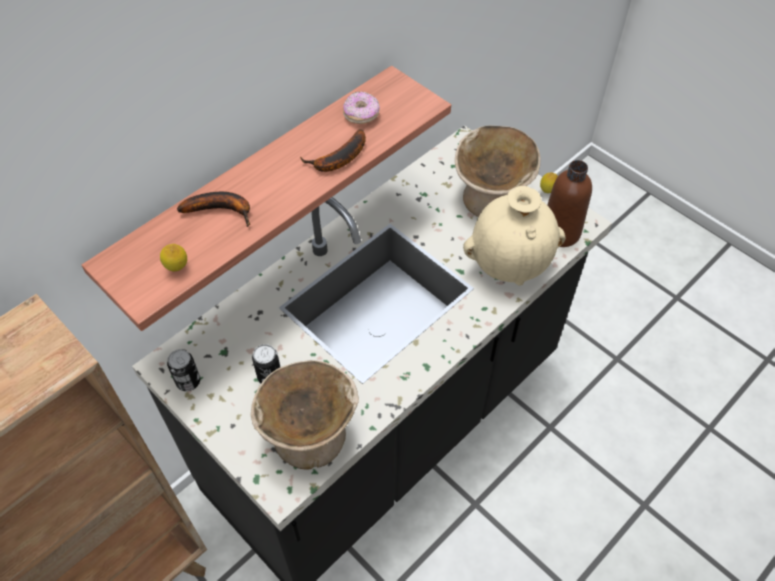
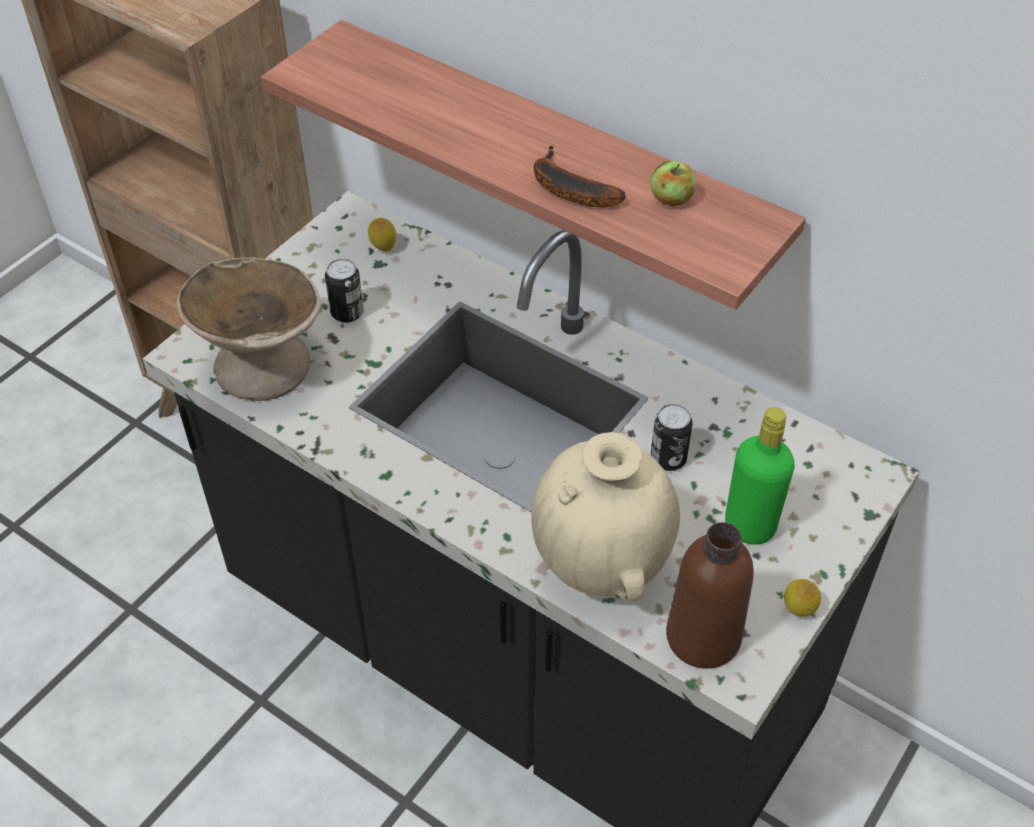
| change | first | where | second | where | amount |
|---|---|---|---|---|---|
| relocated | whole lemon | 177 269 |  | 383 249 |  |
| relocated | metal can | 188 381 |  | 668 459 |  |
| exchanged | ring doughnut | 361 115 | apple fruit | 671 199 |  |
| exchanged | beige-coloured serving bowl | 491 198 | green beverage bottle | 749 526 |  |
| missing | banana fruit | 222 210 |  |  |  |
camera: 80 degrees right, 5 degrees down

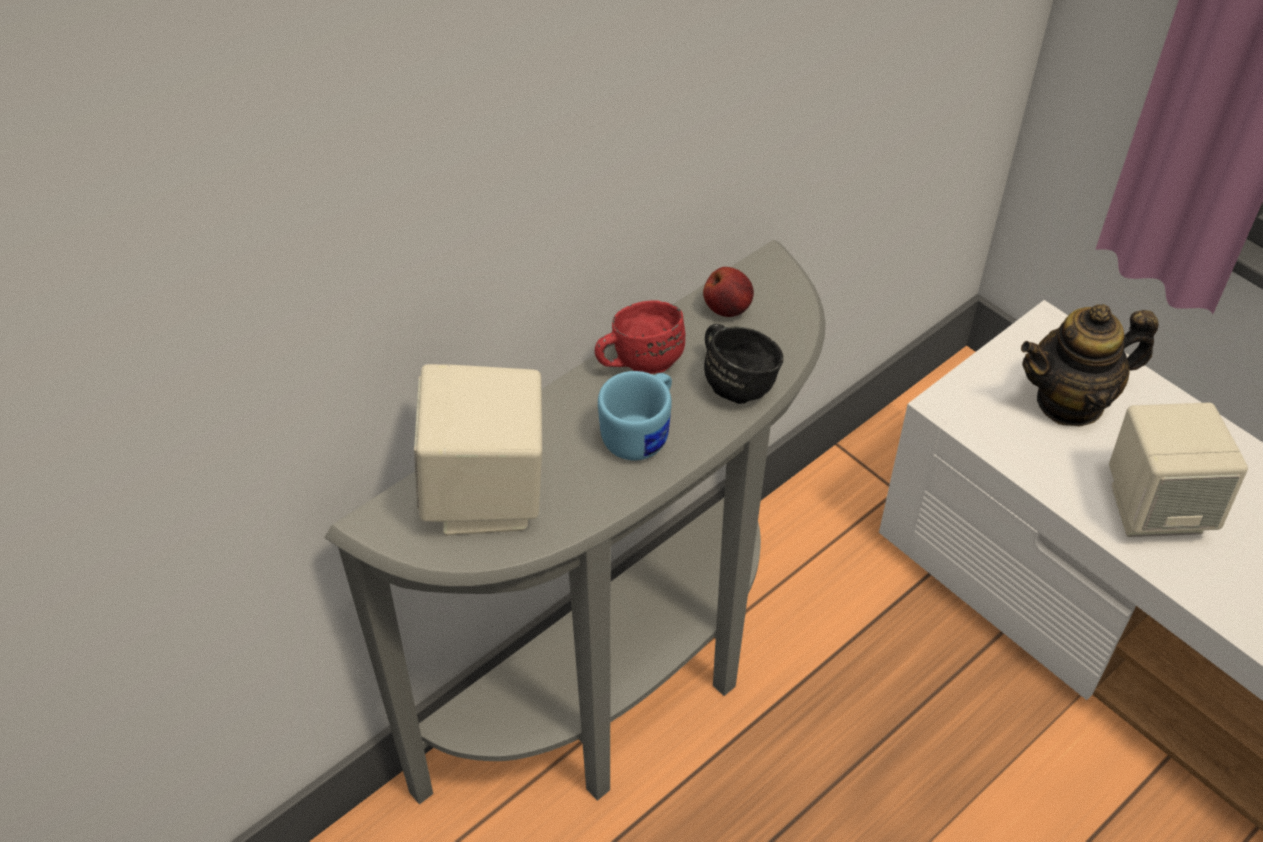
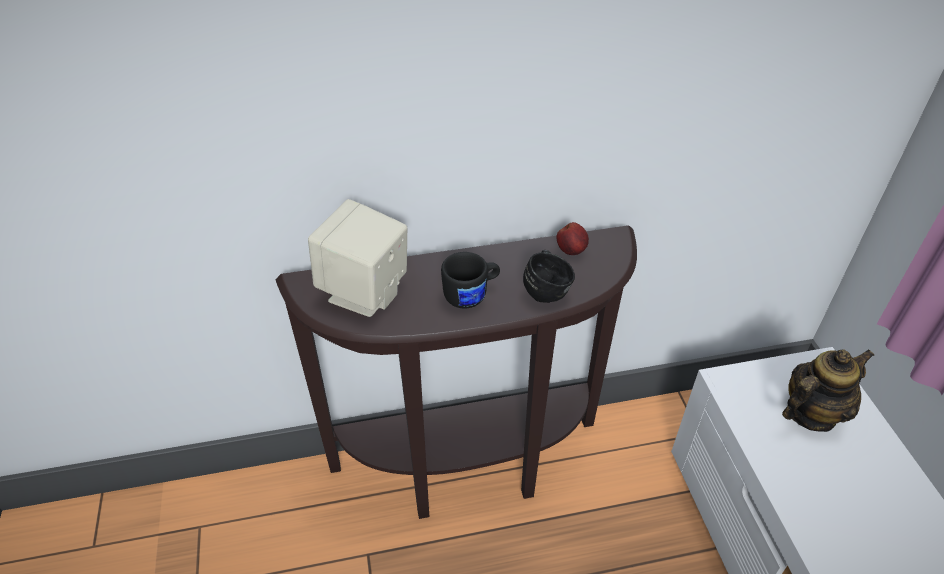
| change | first | where | second | where | amount |
|---|---|---|---|---|---|
| colour | greyish narrow table | 626 694 | brown-coloured narrow table | 471 471 |  |
| colour | blue-coloured tea mug | 642 433 | black-coloured tea mug | 472 295 |  |
| spun | pot for tea | 1070 401 |  | 811 413 | 135 degrees clockwise |
| missing | reddish tea mug | 638 360 |  |  |  |
| missing | beige-coloured audio speaker | 1155 507 |  |  |  |
camera: 30 degrees right, 5 degrees down

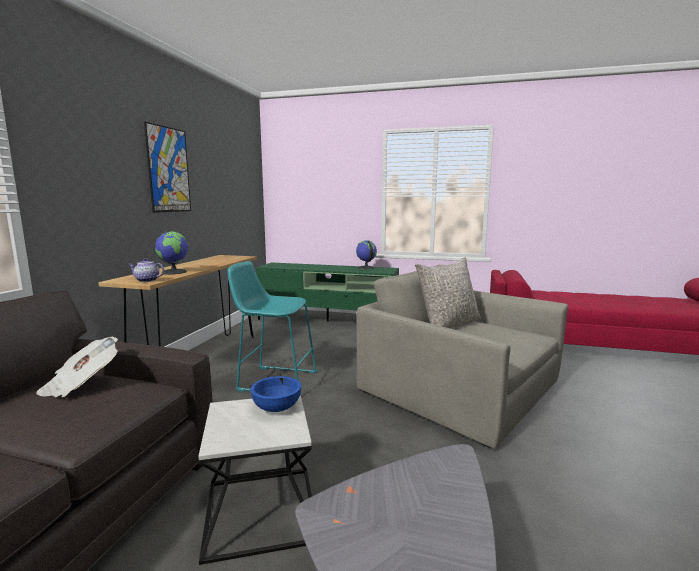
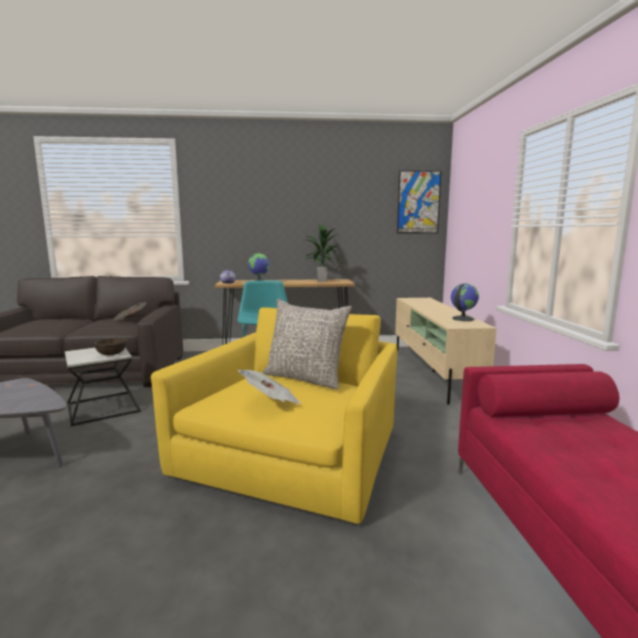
| change | first | where | second | where | amount |
|---|---|---|---|---|---|
| colour | blue-coloured serving bowl | 277 407 | brown-coloured serving bowl | 111 354 |  |
| colour | greyish easy chair | 458 389 | yellowish easy chair | 293 454 |  |
| appeared |  |  | daily paper | 271 402 |  |
| appeared |  |  | houseplant | 321 281 |  |
| colour | green media console | 328 321 | beige-coloured media console | 433 372 |  |
| relocated | wall picture | 168 170 |  | 418 202 |  |
camera: 70 degrees right, 0 degrees up

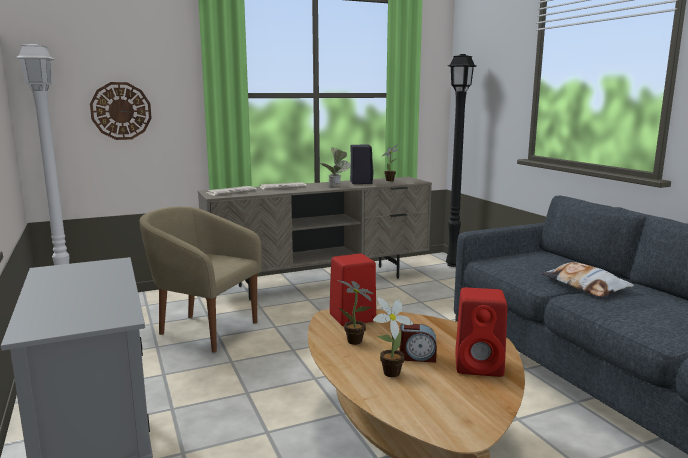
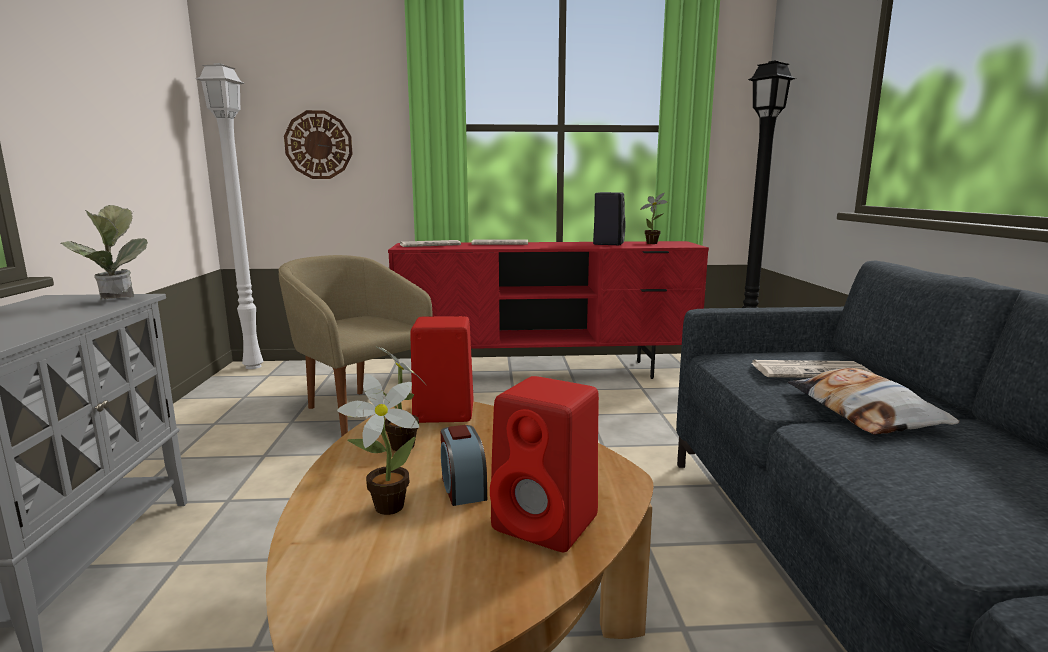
| change | first | where | second | where | amount |
|---|---|---|---|---|---|
| relocated | houseplant | 336 186 |  | 115 301 |  |
| colour | beige-coloured media console | 321 282 | reddish media console | 548 372 |  |
| spun | bedside clock | 417 357 |  | 462 487 | 45 degrees clockwise |
| appeared |  |  | daily paper | 810 371 |  |
camera: 20 degrees right, 0 degrees up

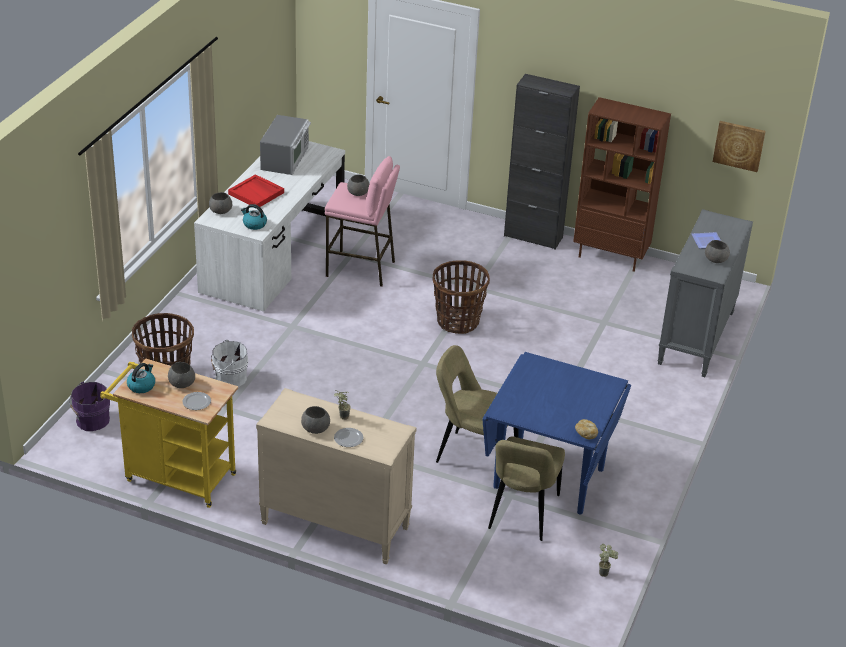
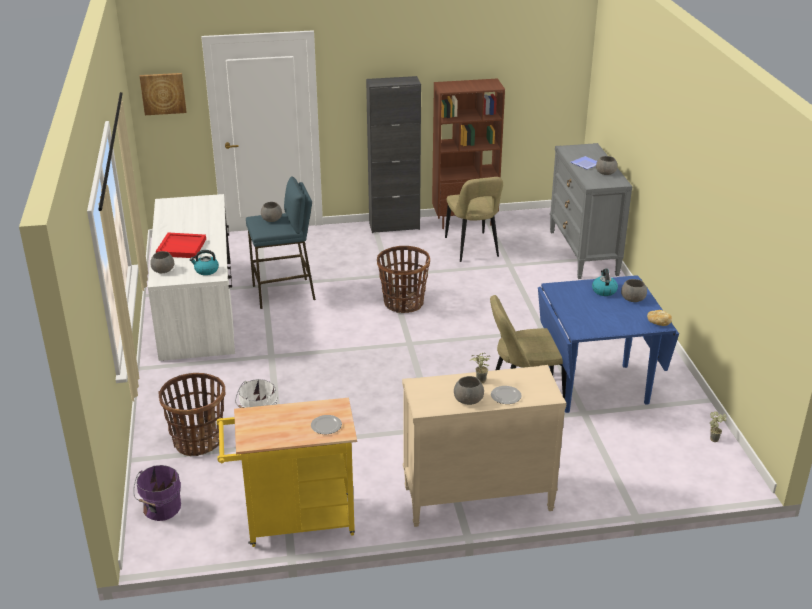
| change | first | where | second | where | amount |
|---|---|---|---|---|---|
| relocated | wall picture | 739 145 |  | 163 93 |  |
| colour | pink stool seat | 361 269 | blue-coloured stool seat | 284 293 |  |
| relocated | beige-coloured plain chair | 522 514 |  | 472 249 |  |
| relocated | water kettle | 141 386 |  | 604 290 |  |
| relocated | greyish serving bowl | 181 383 |  | 632 298 |  |
| missing | microwave oven | 286 158 |  |  |  |
camera: 30 degrees left, 5 degrees down

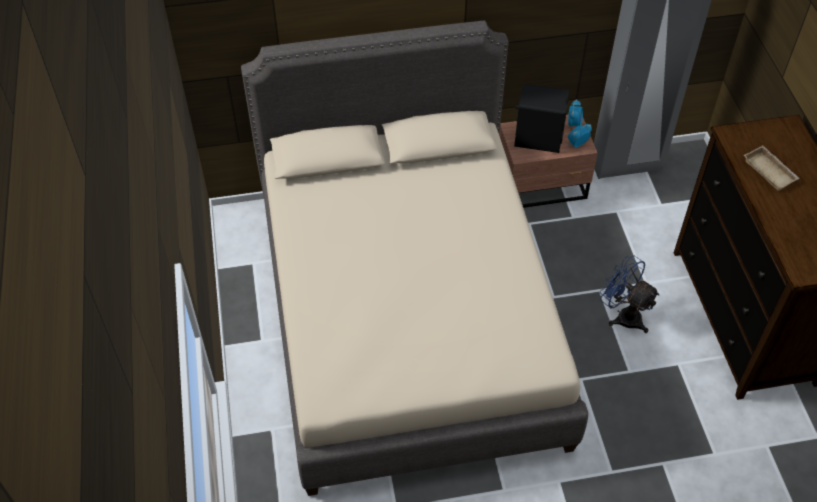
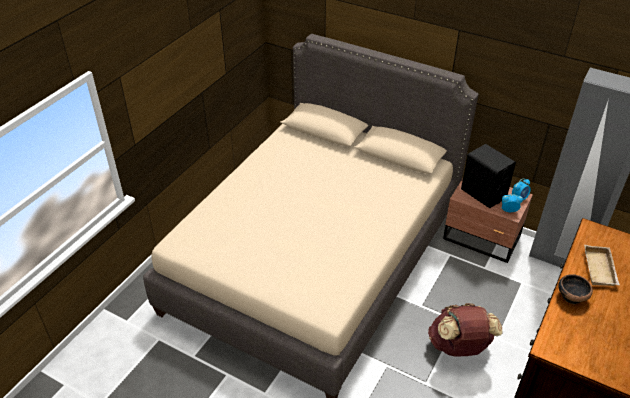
| change | first | where | second | where | amount |
|---|---|---|---|---|---|
| exchanged | blue-coloured fan | 623 315 | brown-coloured rucksack | 459 347 |  |
| appeared |  |  | serving bowl | 572 296 |  |
camera: 40 degrees right, 10 degrees down

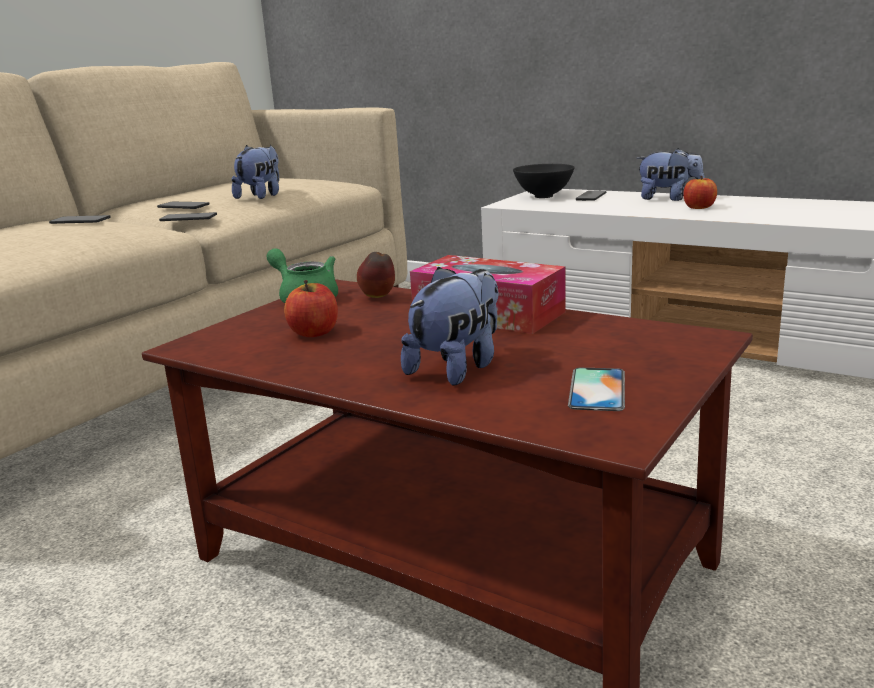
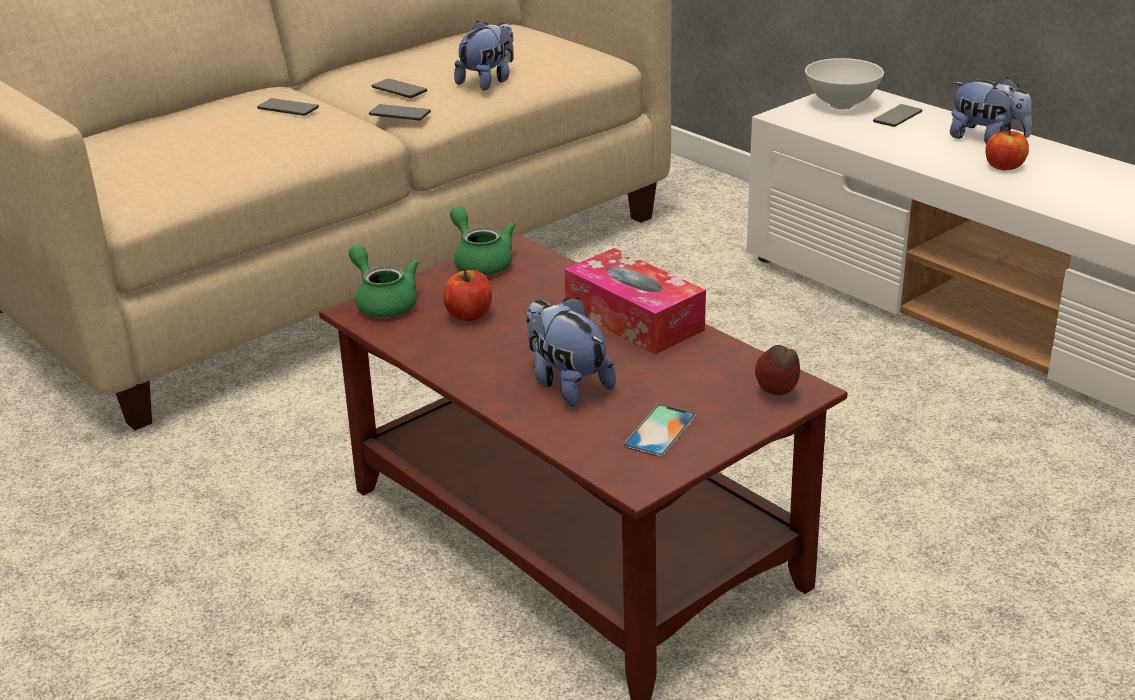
| change | first | where | second | where | amount |
|---|---|---|---|---|---|
| appeared |  |  | green pot for tea | 383 302 |  |
| spun | soft toy | 458 368 |  | 566 384 | 90 degrees counterclockwise |
| relocated | apple fruit | 378 298 |  | 777 394 |  |
| colour | black-coloured serving bowl | 544 196 | whitish serving bowl | 841 105 |  |
camera: 15 degrees right, 10 degrees up

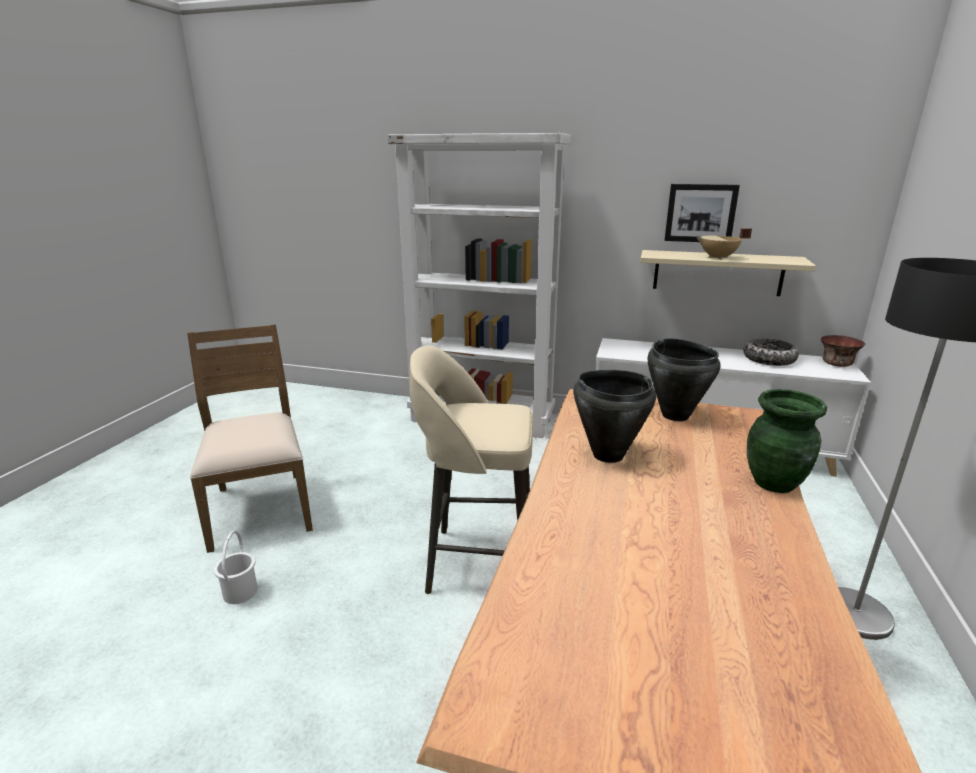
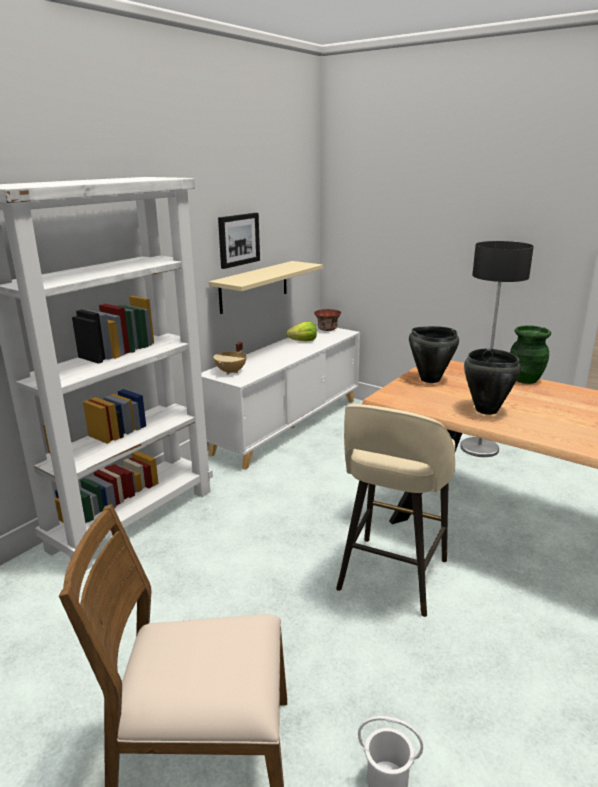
| change | first | where | second | where | amount |
|---|---|---|---|---|---|
| relocated | beige-coloured stockpot | 718 258 |  | 231 372 |  |
| exchanged | serving bowl | 768 359 | lettuce head | 303 341 |  |
camera: 70 degrees left, 0 degrees up

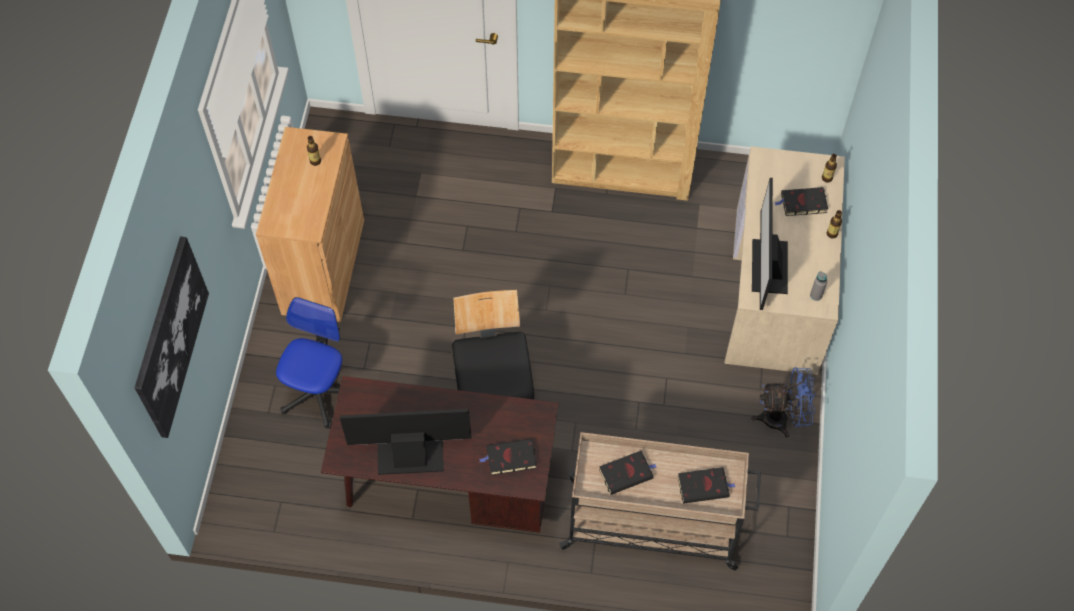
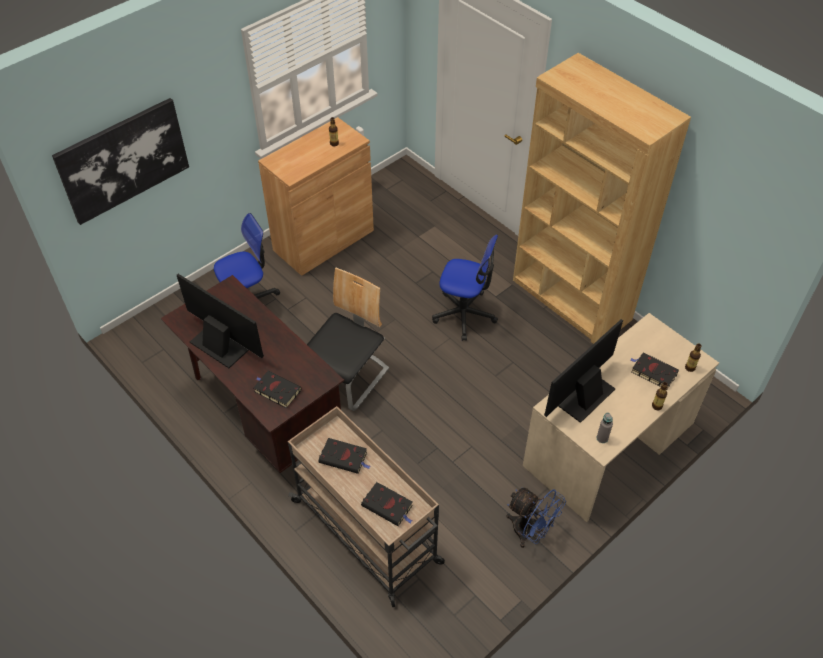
| change | first | where | second | where | amount |
|---|---|---|---|---|---|
| appeared |  |  | desk chair | 464 314 |  |
camera: 40 degrees right, 10 degrees down

